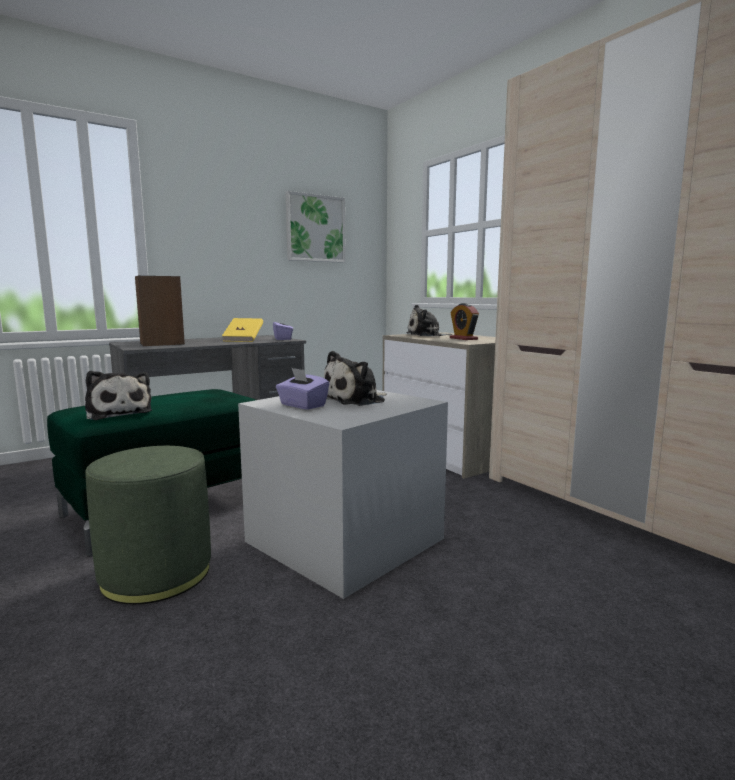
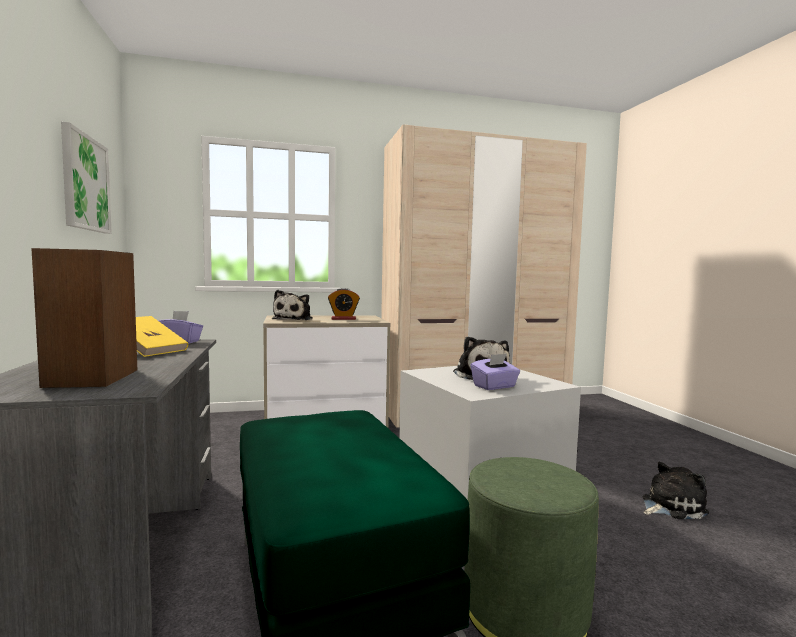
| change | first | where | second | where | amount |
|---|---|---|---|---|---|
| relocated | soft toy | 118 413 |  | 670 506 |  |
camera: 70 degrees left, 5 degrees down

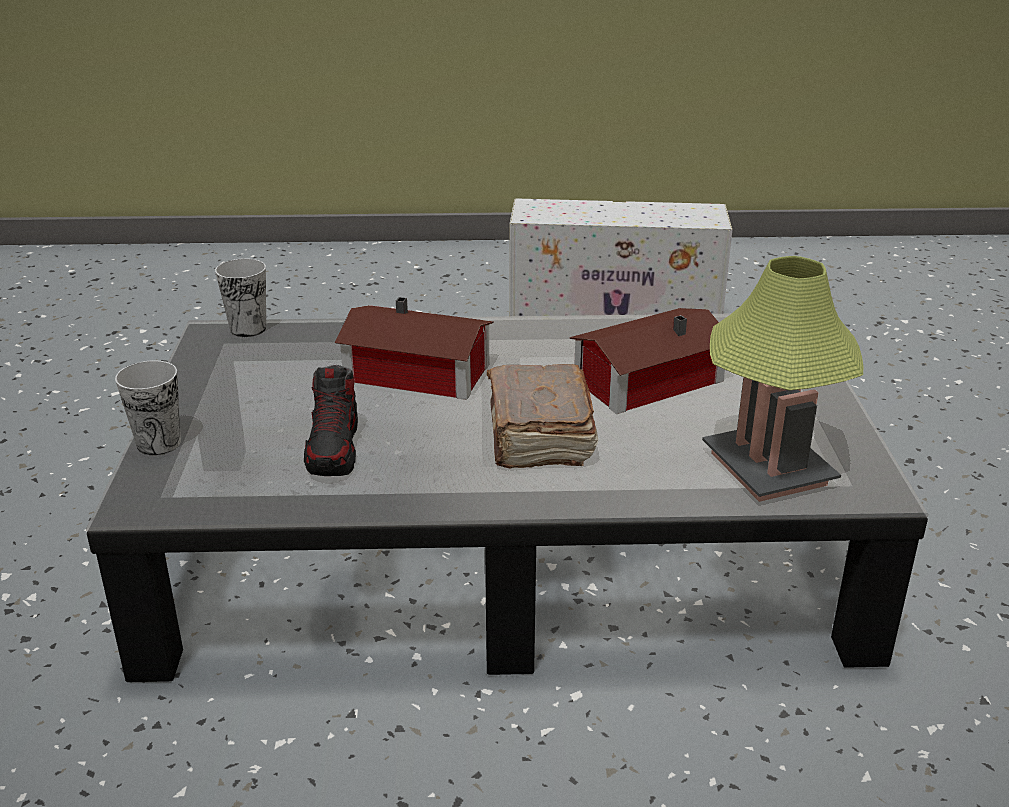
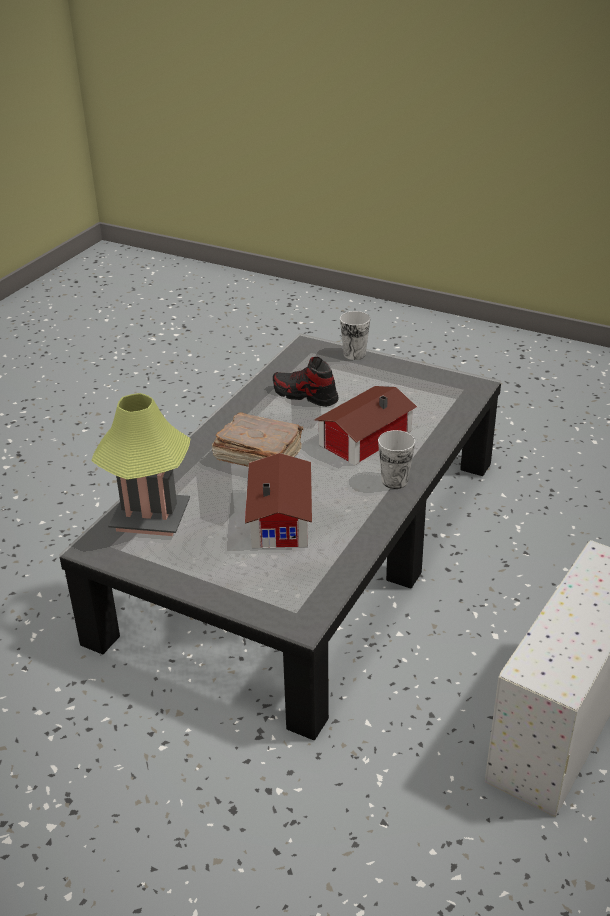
| change | first | where | second | where | amount |
|---|---|---|---|---|---|
| relocated | cup | 248 329 |  | 394 481 |  |
camera: 120 degrees right, 5 degrees up

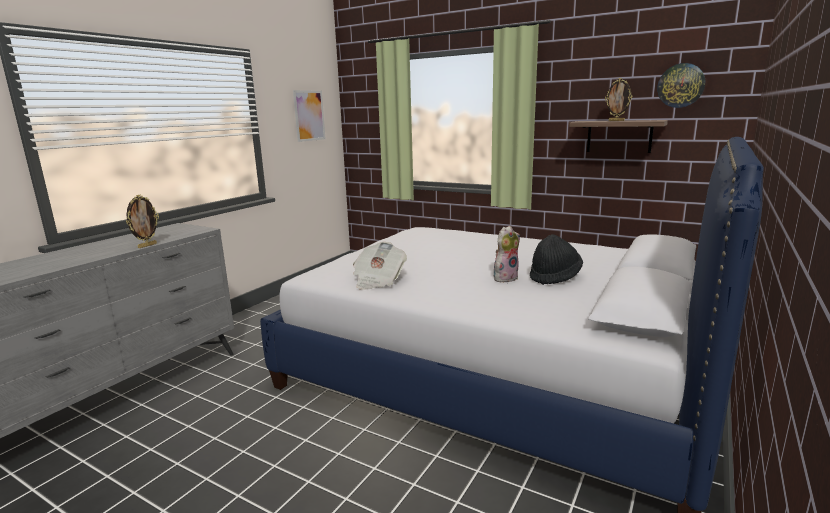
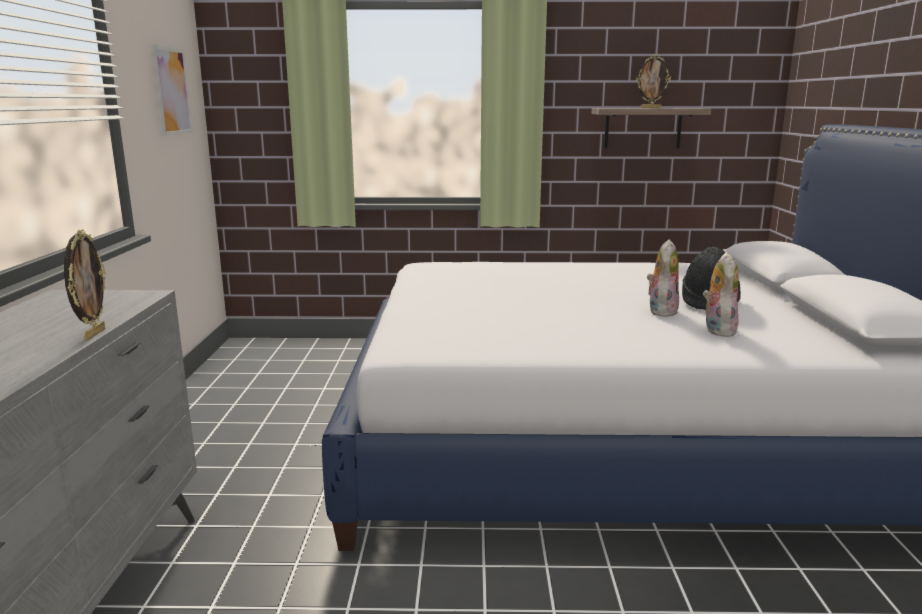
| change | first | where | second | where | amount |
|---|---|---|---|---|---|
| appeared |  |  | soft toy | 717 330 |  |
| missing | daily paper | 378 280 |  |  |  |
| missing | wall clock | 681 85 |  |  |  |
camera: 30 degrees left, 0 degrees up

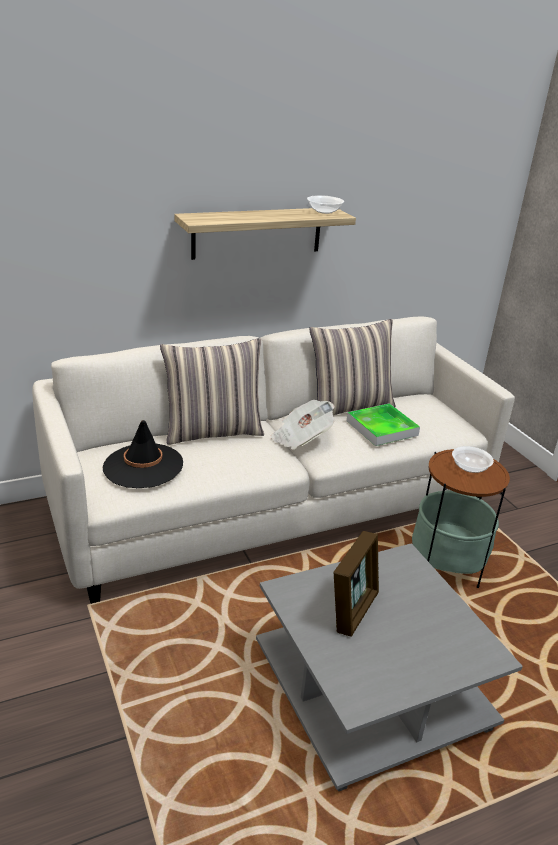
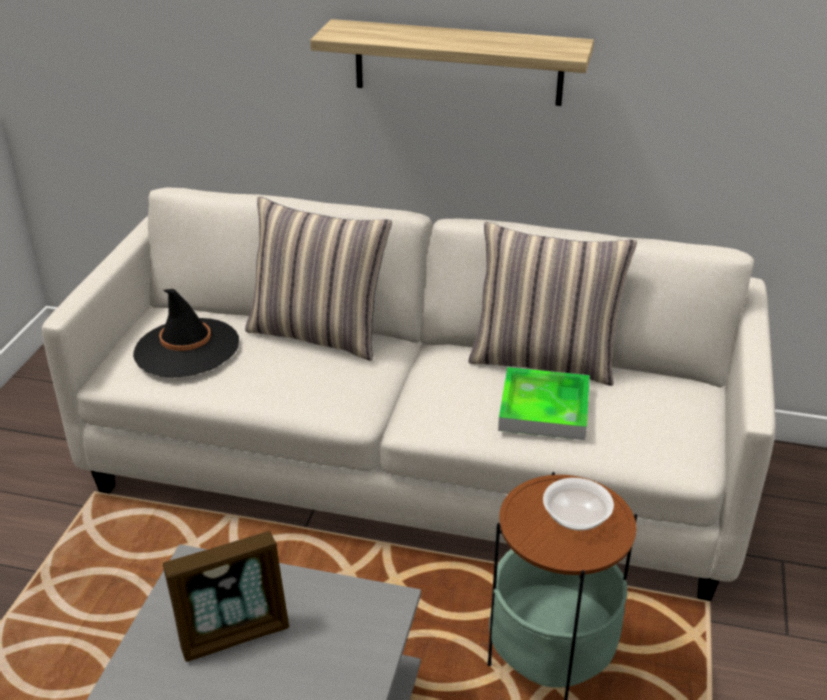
| change | first | where | second | where | amount |
|---|---|---|---|---|---|
| missing | daily paper | 301 438 |  |  |  |
| missing | serving bowl | 324 211 |  |  |  |
camera: 40 degrees right, 5 degrees up

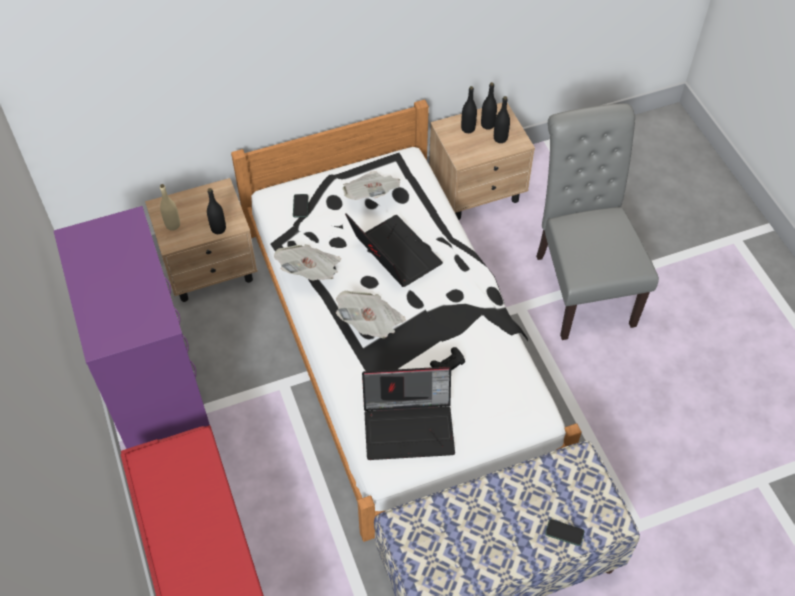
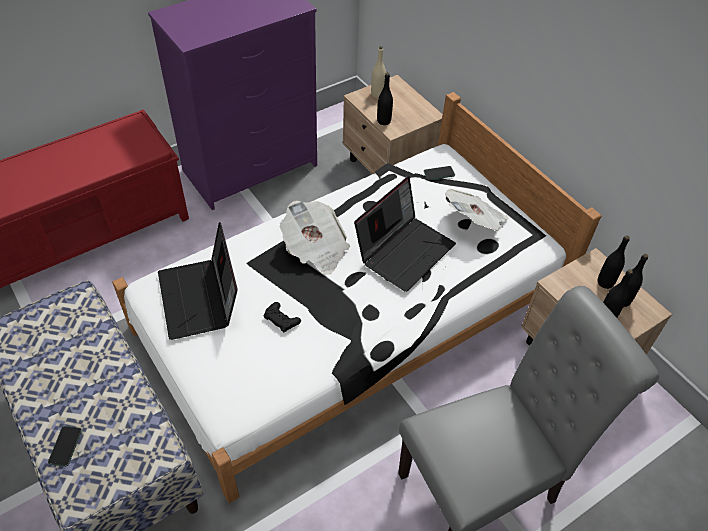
| change | first | where | second | where | amount |
|---|---|---|---|---|---|
| missing | daily paper | 311 272 |  |  |  |
camera: 75 degrees right, 5 degrees down

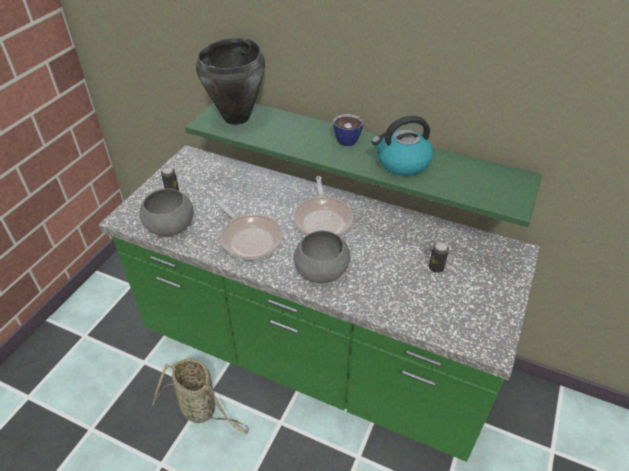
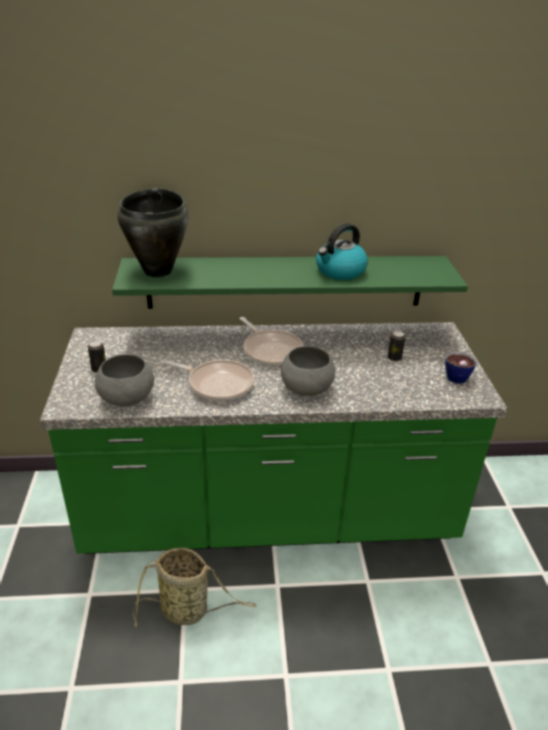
| change | first | where | second | where | amount |
|---|---|---|---|---|---|
| relocated | cup | 349 138 |  | 455 375 |  |
camera: 30 degrees left, 10 degrees down

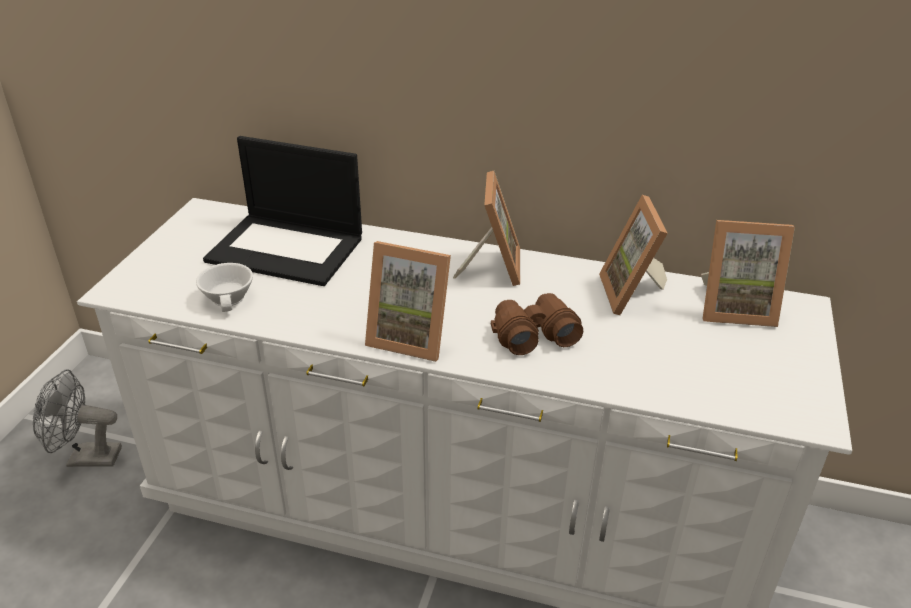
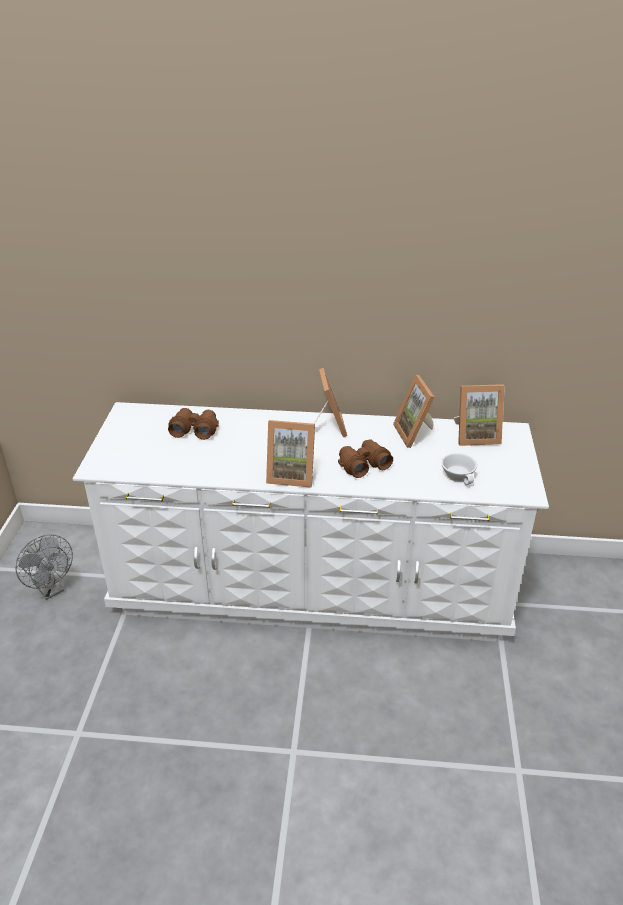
| change | first | where | second | where | amount |
|---|---|---|---|---|---|
| spun | greyish fan | 86 458 |  | 51 589 | 120 degrees counterclockwise |
| exchanged | notebook computer | 288 249 | brown-coloured field glasses | 194 430 |  |
| relocated | whitish cup | 230 298 |  | 459 475 |  |
camera: 10 degrees left, 0 degrees up

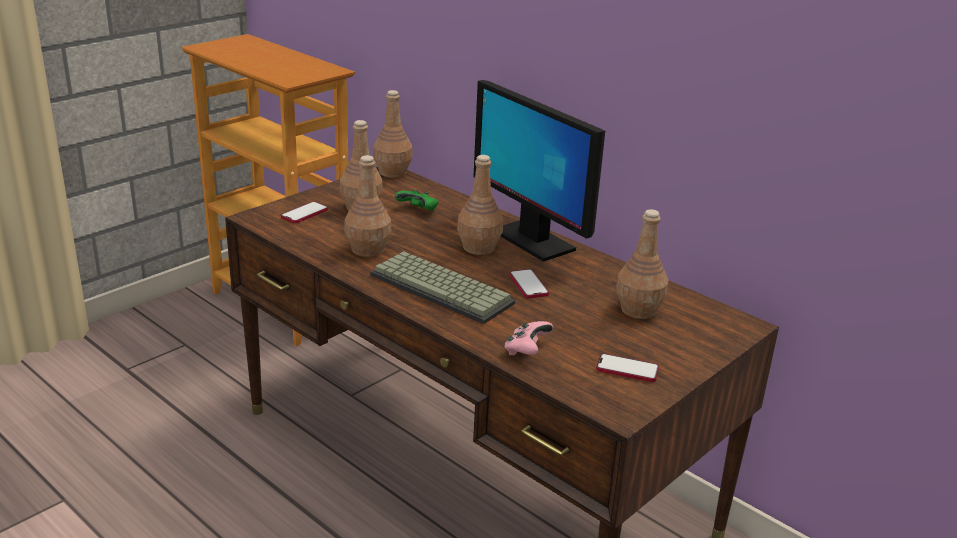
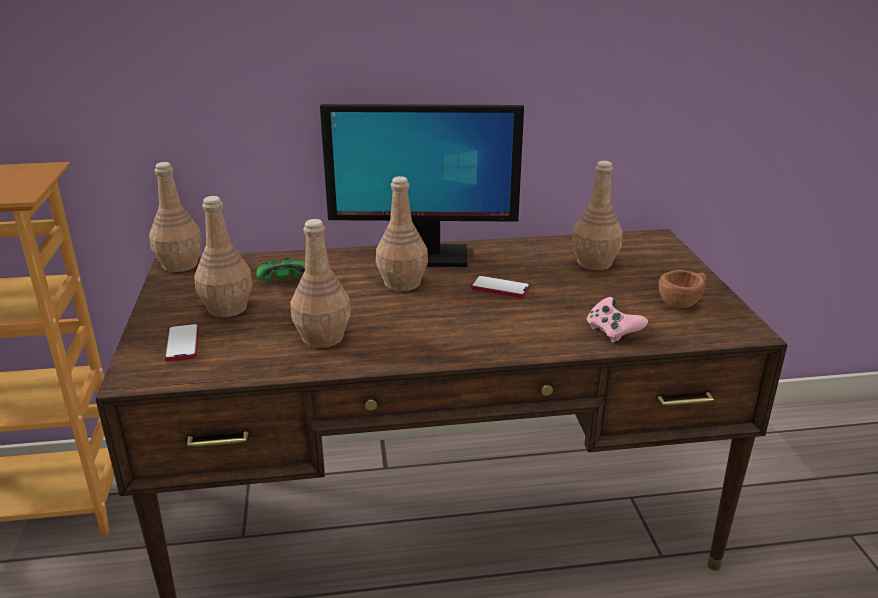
| change | first | where | second | where | amount |
|---|---|---|---|---|---|
| exchanged | telephone | 627 369 | brown-coloured cup | 683 303 |  |
| missing | computer keyboard | 444 289 |  |  |  |
camera: 50 degrees left, 0 degrees up

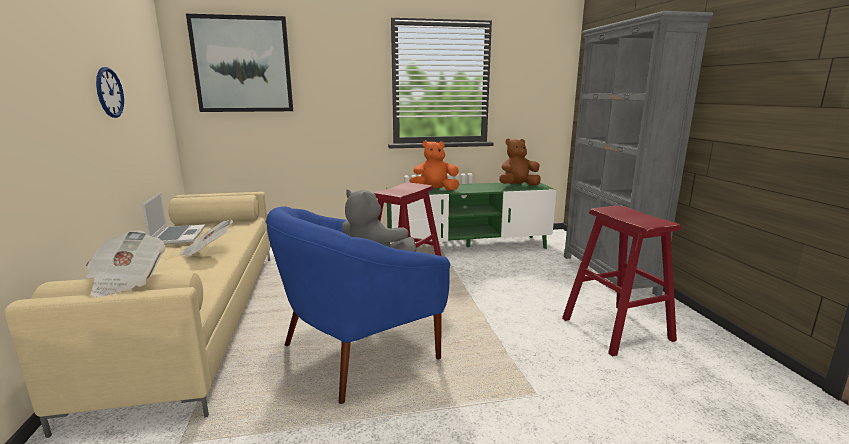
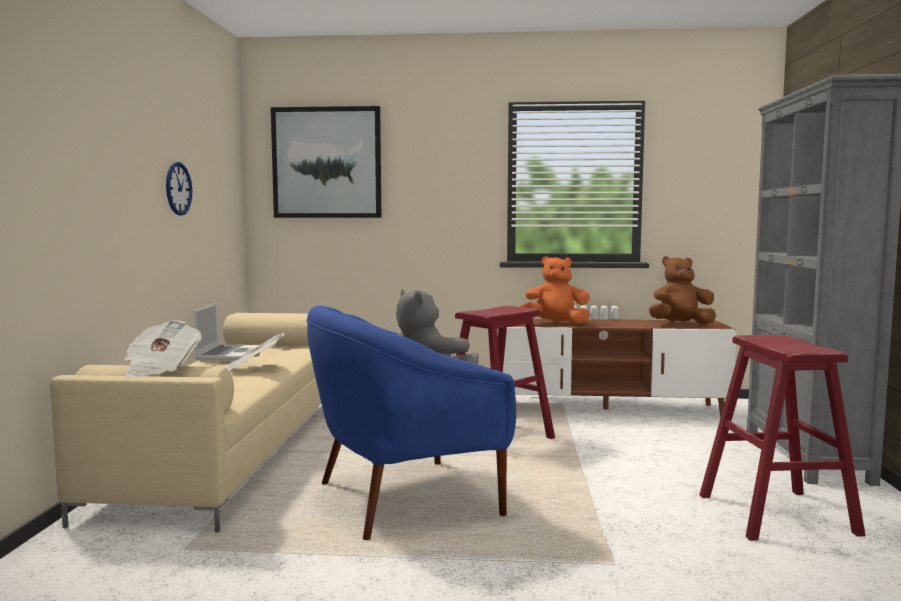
| change | first | where | second | where | amount |
|---|---|---|---|---|---|
| colour | green media console | 468 247 | brown-coloured media console | 606 409 |  |
camera: 15 degrees right, 10 degrees down

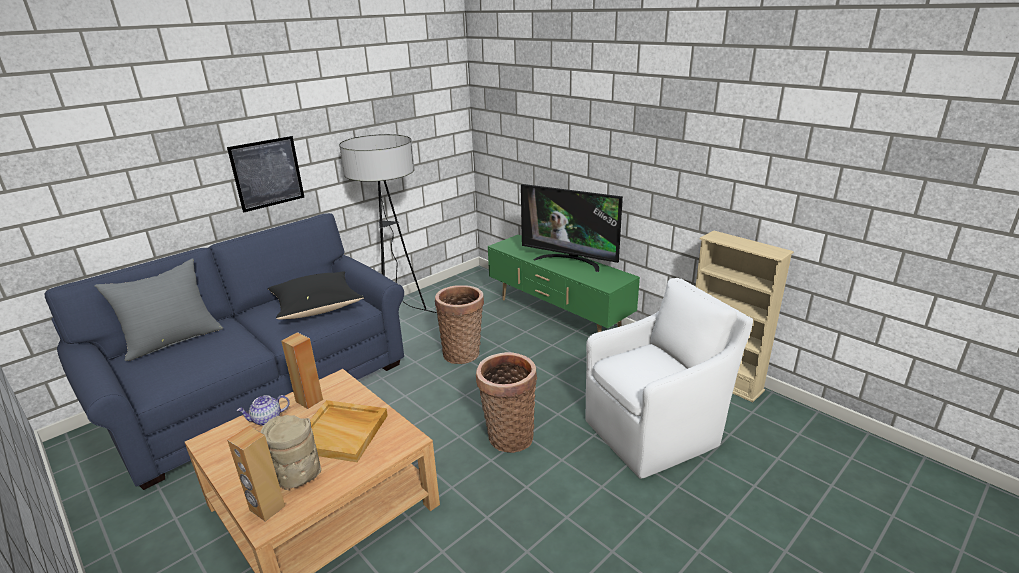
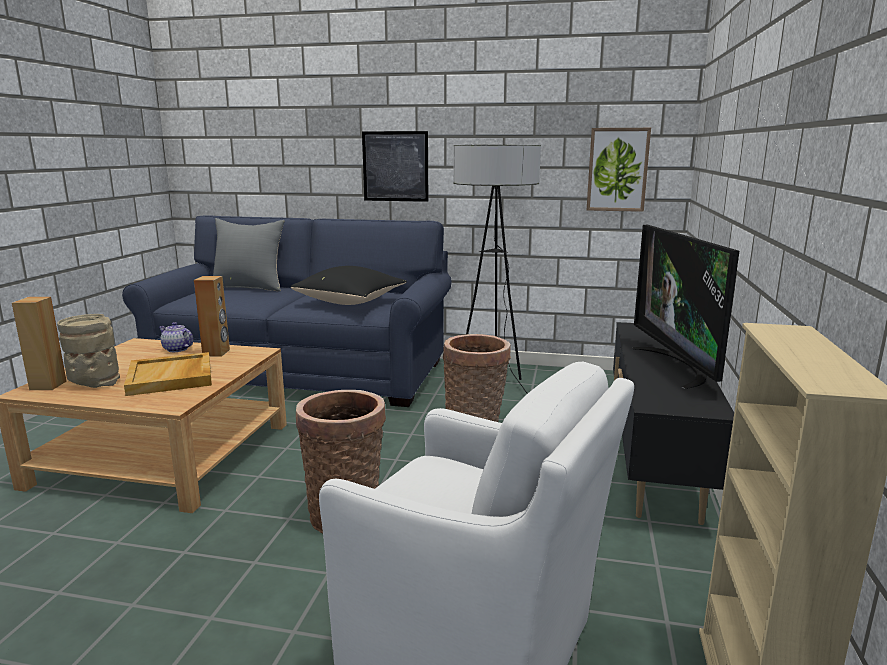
| change | first | where | second | where | amount |
|---|---|---|---|---|---|
| appeared |  |  | wall picture | 617 169 |  |
| colour | green media console | 558 316 | black-coloured media console | 653 459 |  |
camera: 55 degrees right, 10 degrees down

